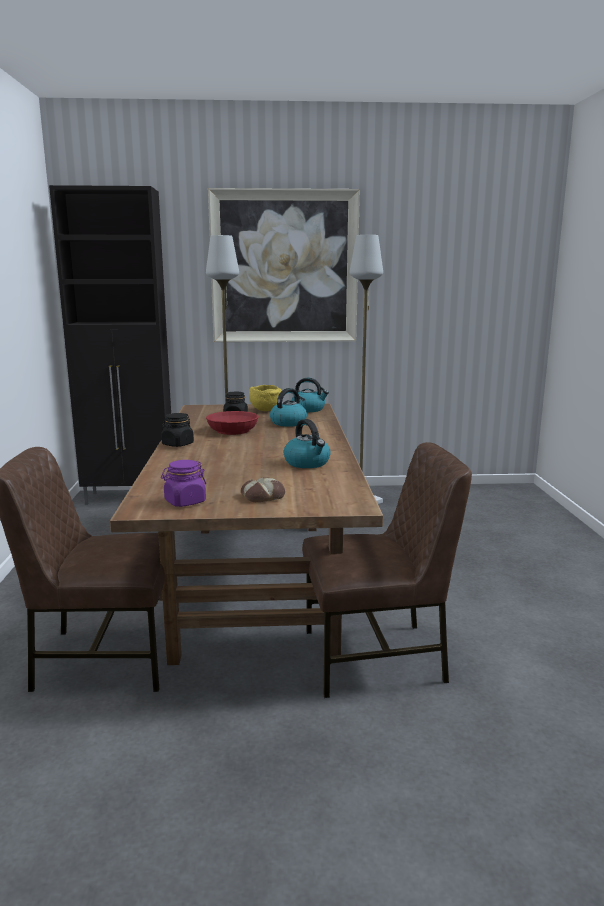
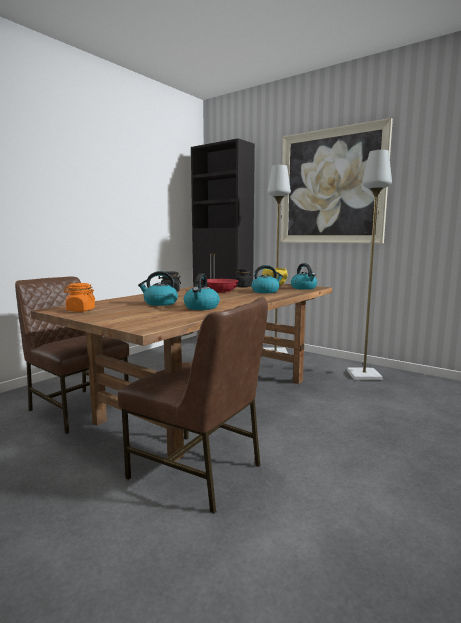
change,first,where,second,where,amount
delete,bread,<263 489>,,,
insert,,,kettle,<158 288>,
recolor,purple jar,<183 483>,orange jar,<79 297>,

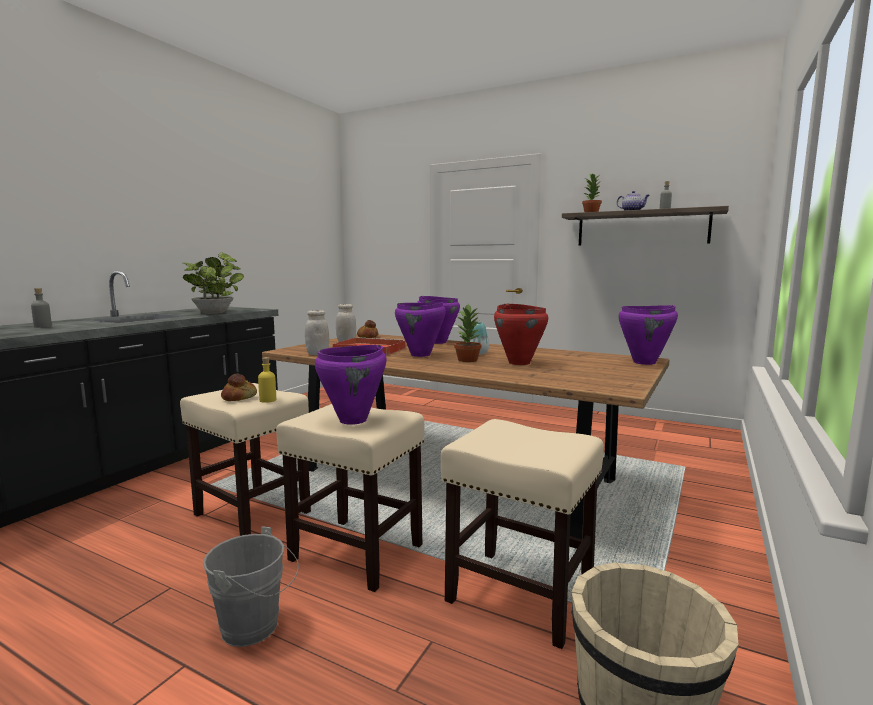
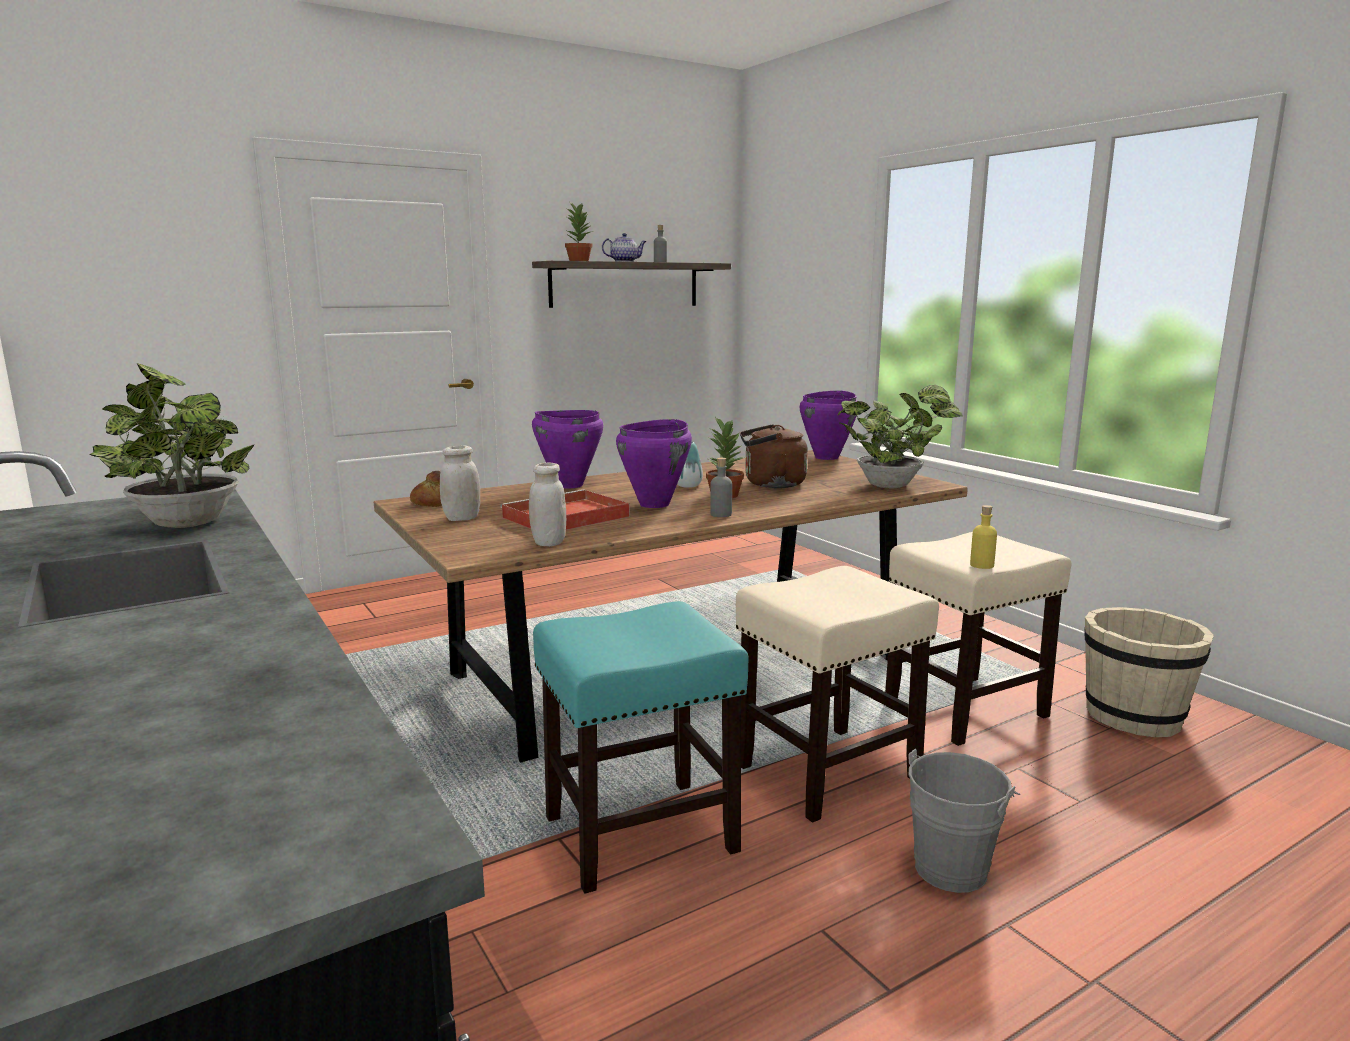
change,first,where,second,where,amount
delete,bread,<239 387>,,,
delete,purple cooking pot,<351 385>,,,
insert,,,potted plant,<900 437>,
move,grey bottle,<41 308>,,<721 487>,
move,yellow bottle,<267 380>,,<983 537>,
replace,red cooking pot,<521 334>,brown kettle,<774 456>,
recolor,beige stool,<245 459>,turquoise stool,<641 747>,

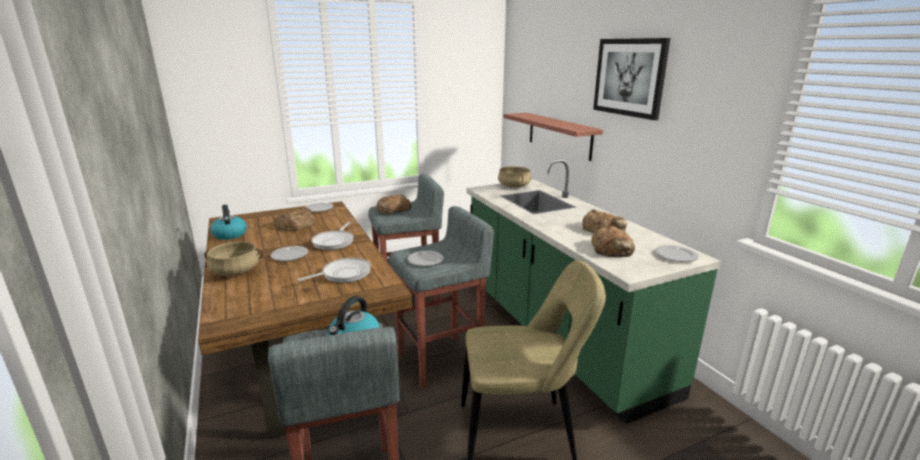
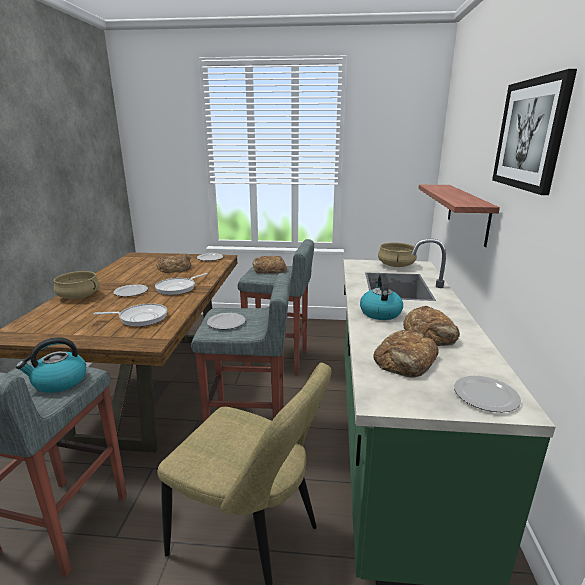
change,first,where,second,where,amount
move,kettle,<228 222>,,<381 297>,

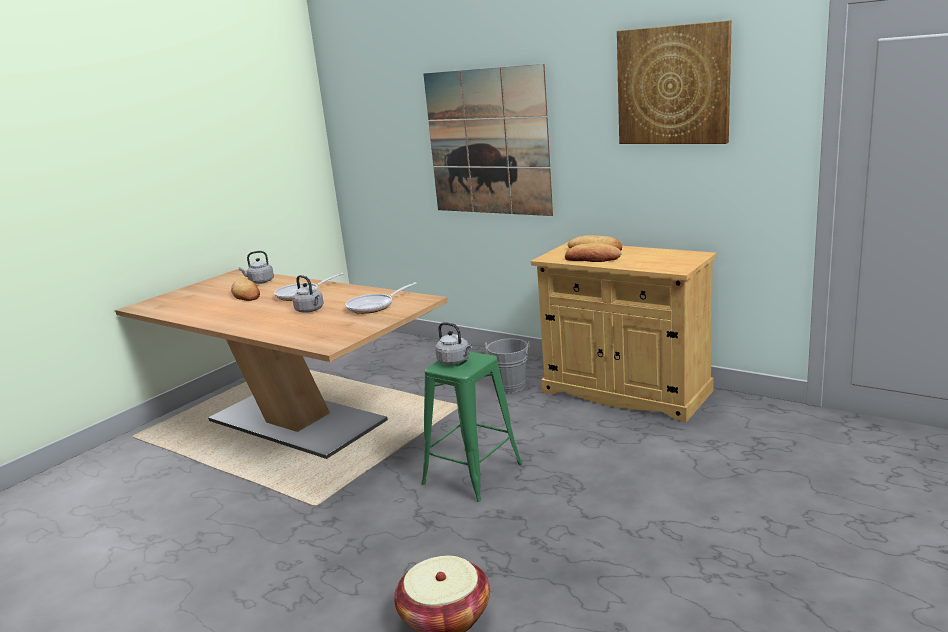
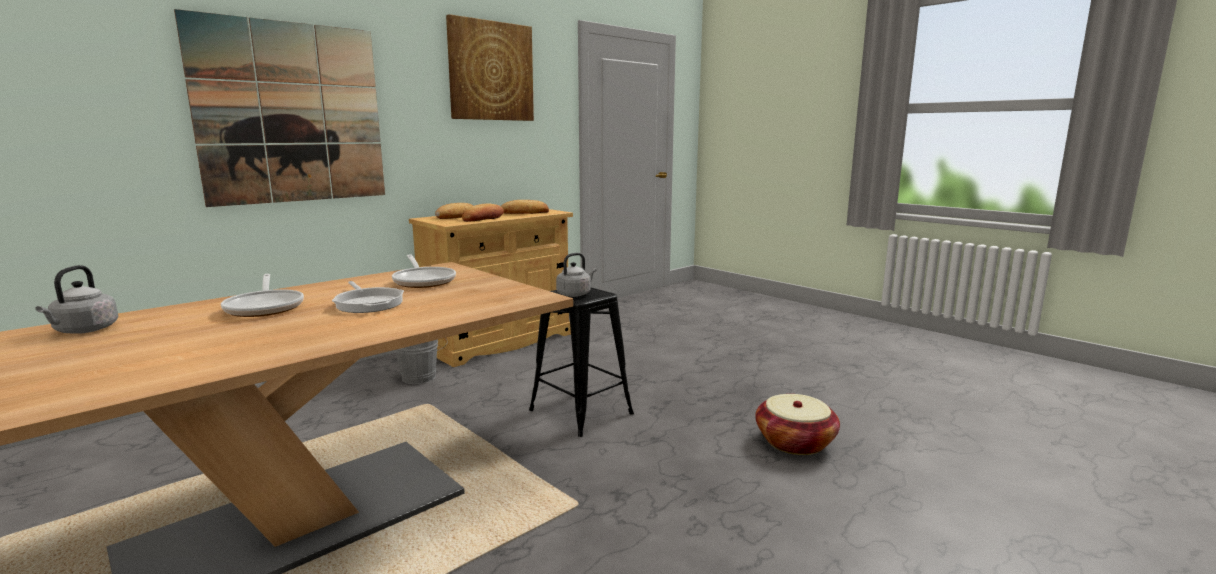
change,first,where,second,where,amount
move,bread,<245 289>,,<525 207>,
replace,grey kettle,<308 294>,frying pan,<368 297>,
recolor,green stool,<471 426>,black stool,<581 362>,

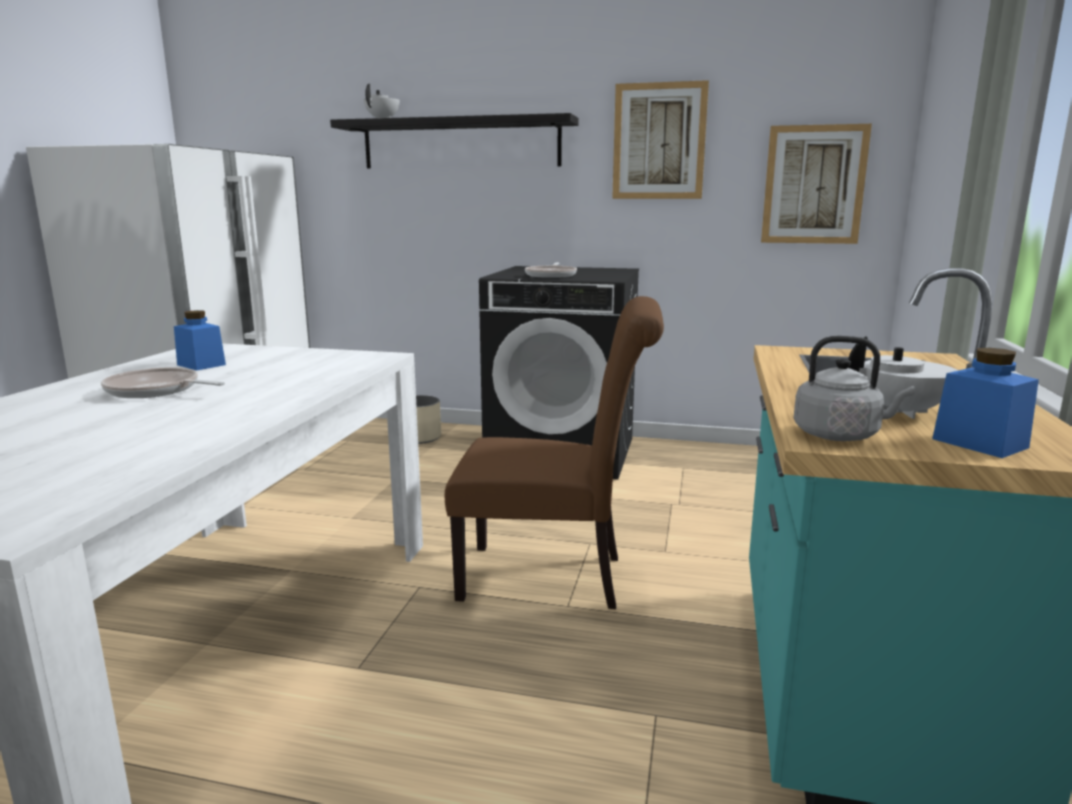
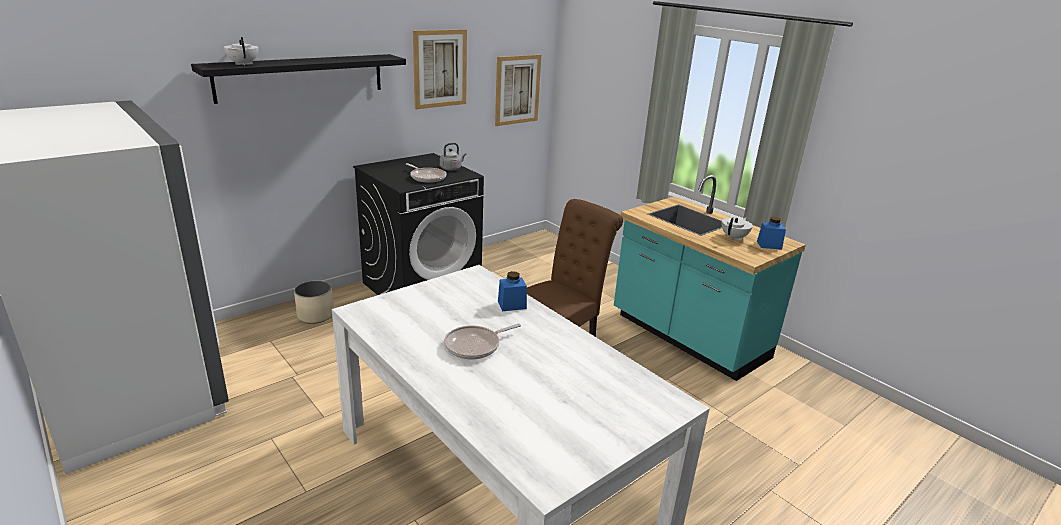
change,first,where,second,where,amount
move,blue jar,<200 340>,,<512 291>,
move,grey kettle,<854 388>,,<453 157>,

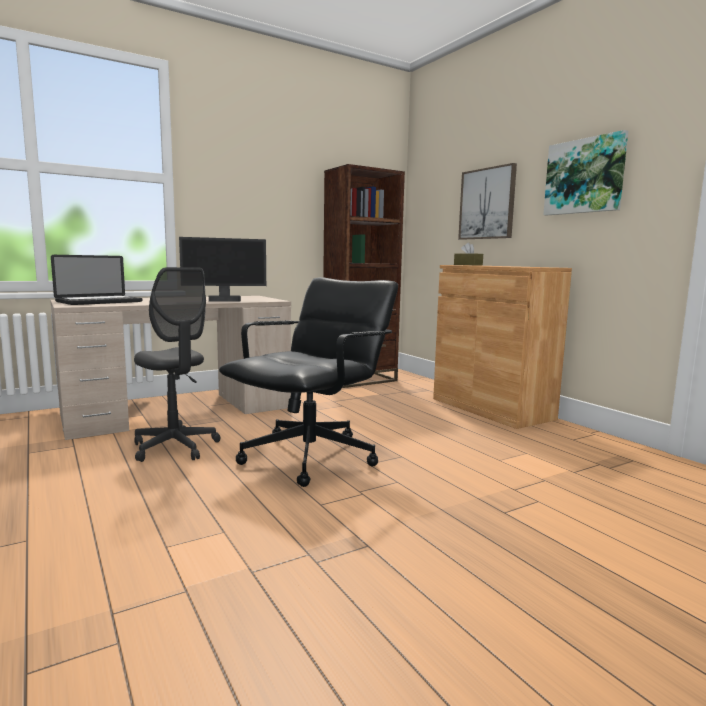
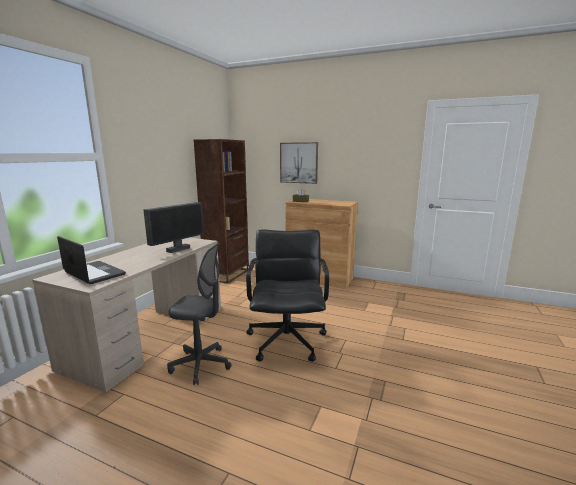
change,first,where,second,where,amount
delete,picture,<585 172>,,,
rotate,laptop,<96 280>,,<91 260>,60 degrees counterclockwise

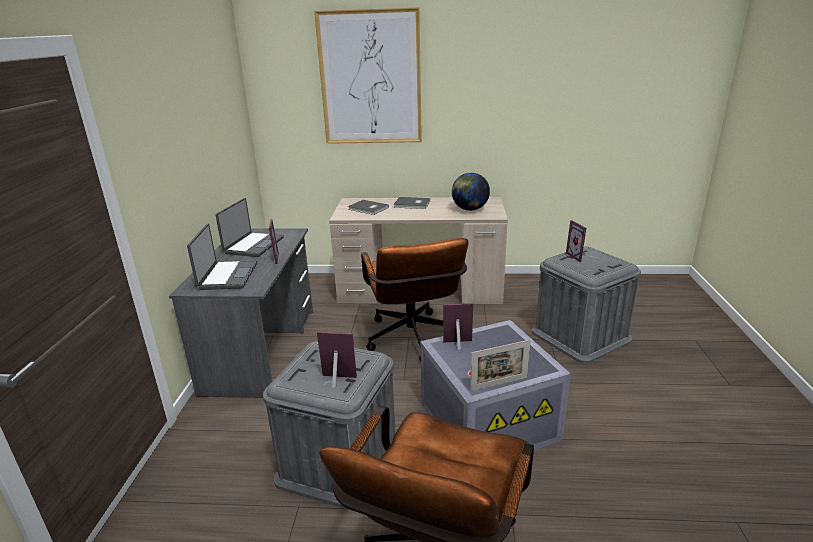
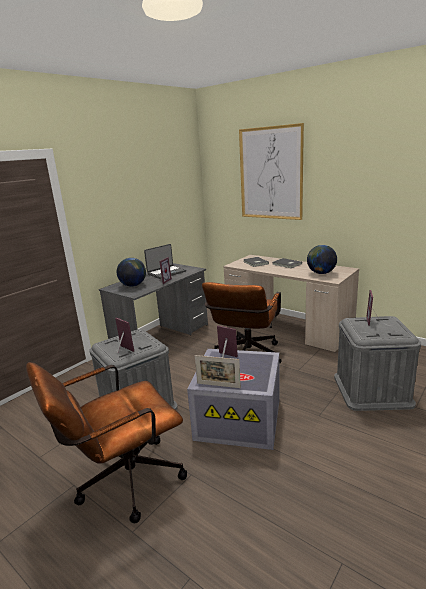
change,first,where,second,where,amount
replace,laptop,<222 257>,globe,<131 272>,

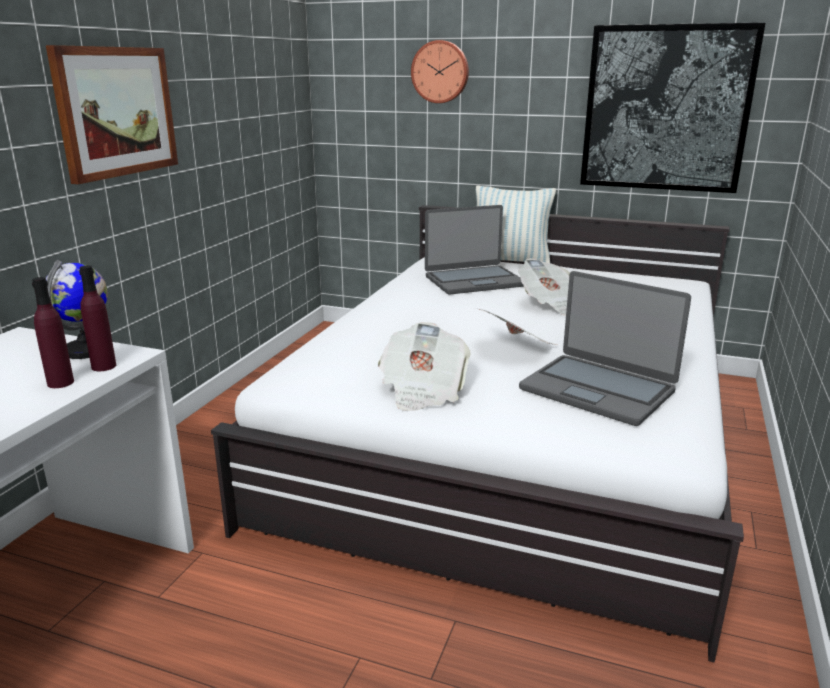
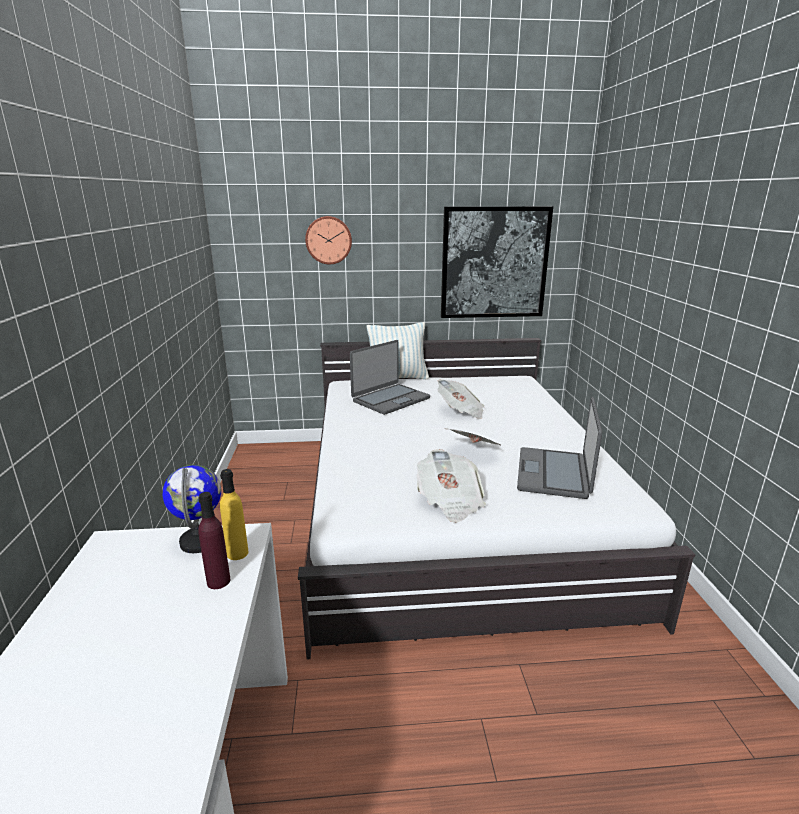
change,first,where,second,where,amount
delete,picture,<112 114>,,,
recolor,purple bottle,<97 318>,yellow bottle,<234 514>,
rotate,laptop,<605 348>,,<559 448>,90 degrees clockwise

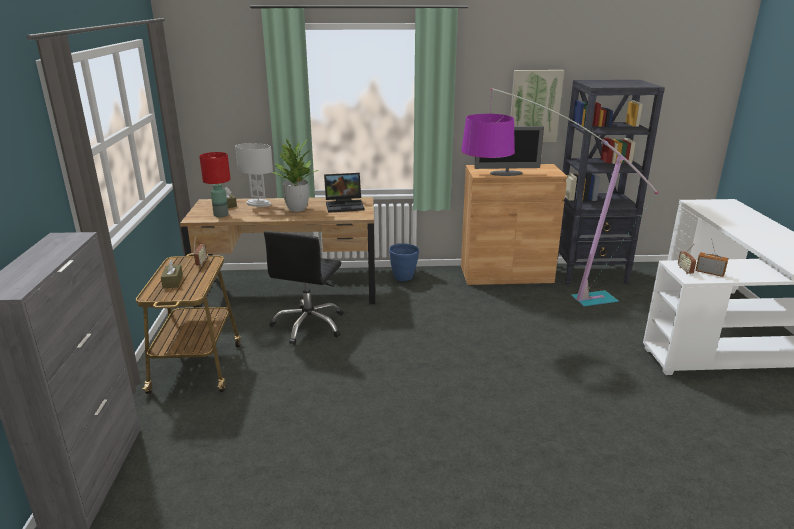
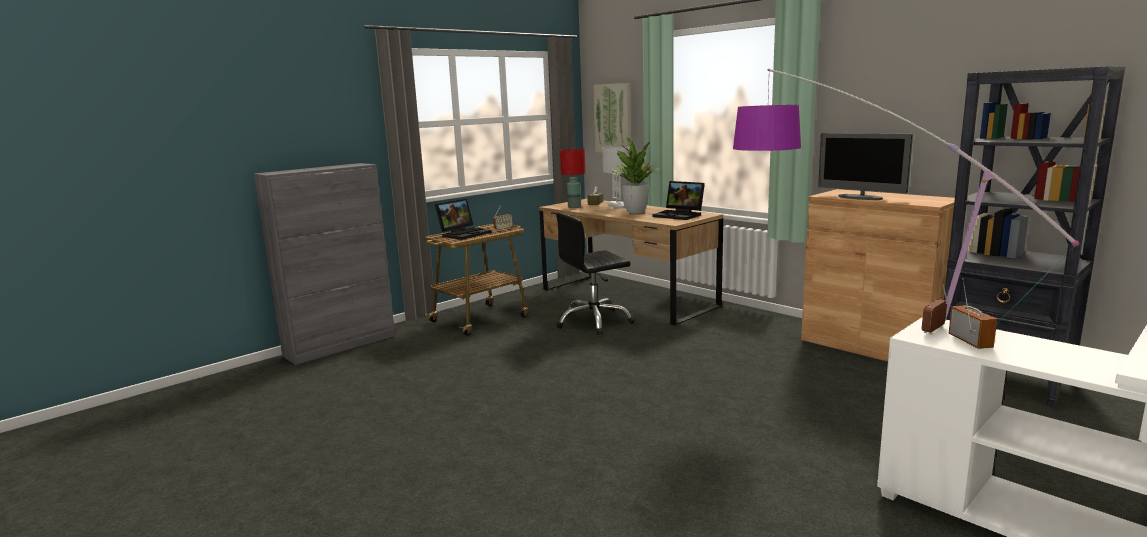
change,first,where,second,where,amount
delete,blue planter,<404 262>,,,
move,picture,<537 106>,,<612 118>,
replace,brown tissue box,<172 273>,laptop,<463 219>,

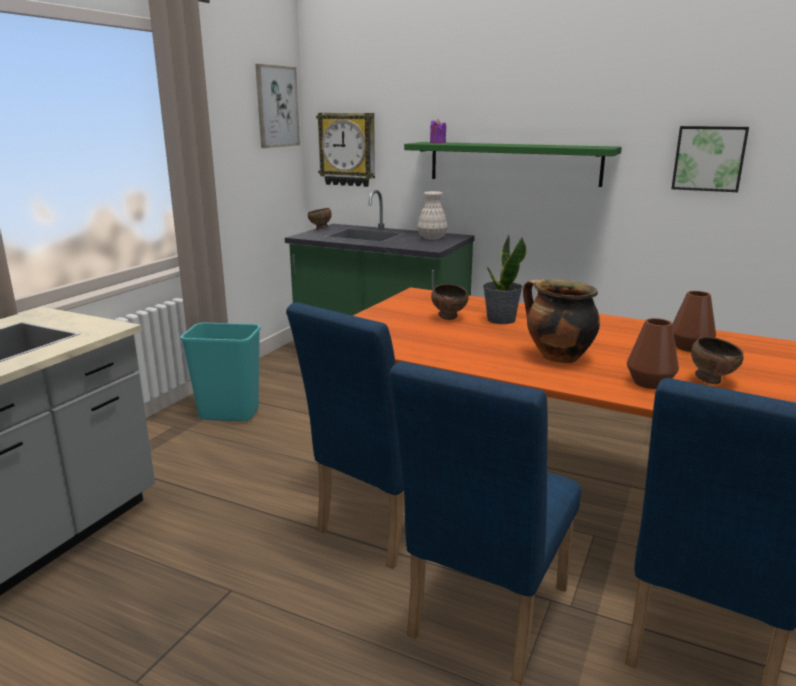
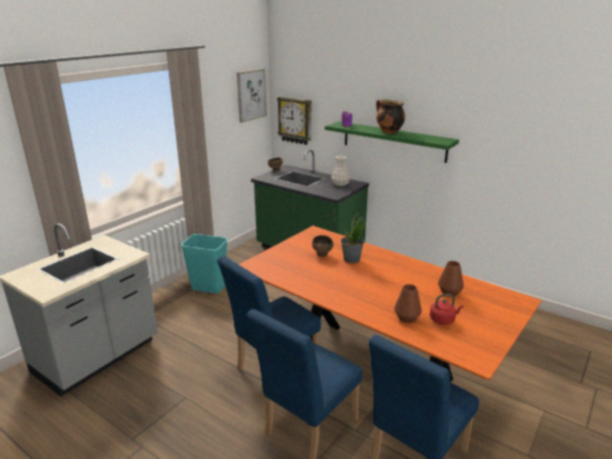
change,first,where,second,where,amount
delete,picture,<710 159>,,,
move,cooking pot,<561 321>,,<390 116>,
replace,brown bowl,<717 360>,red kettle,<447 309>,

